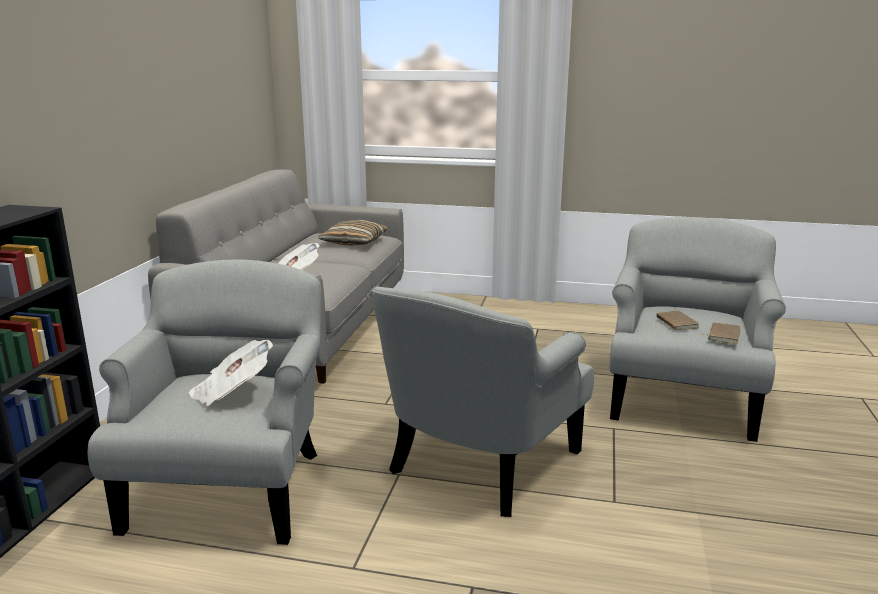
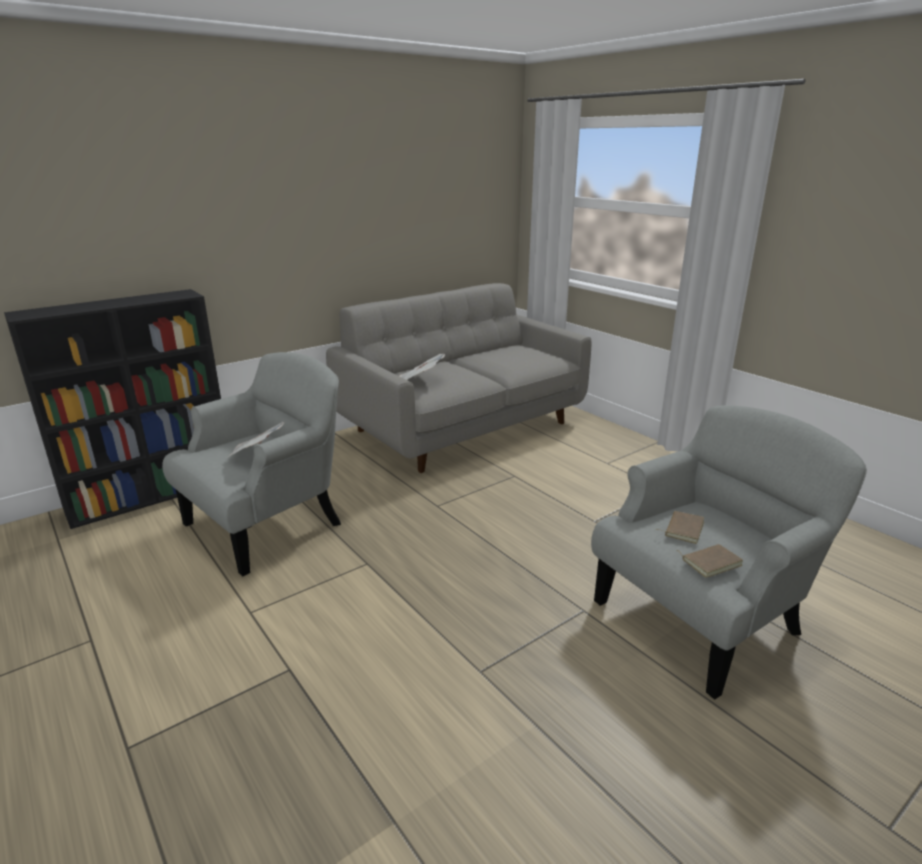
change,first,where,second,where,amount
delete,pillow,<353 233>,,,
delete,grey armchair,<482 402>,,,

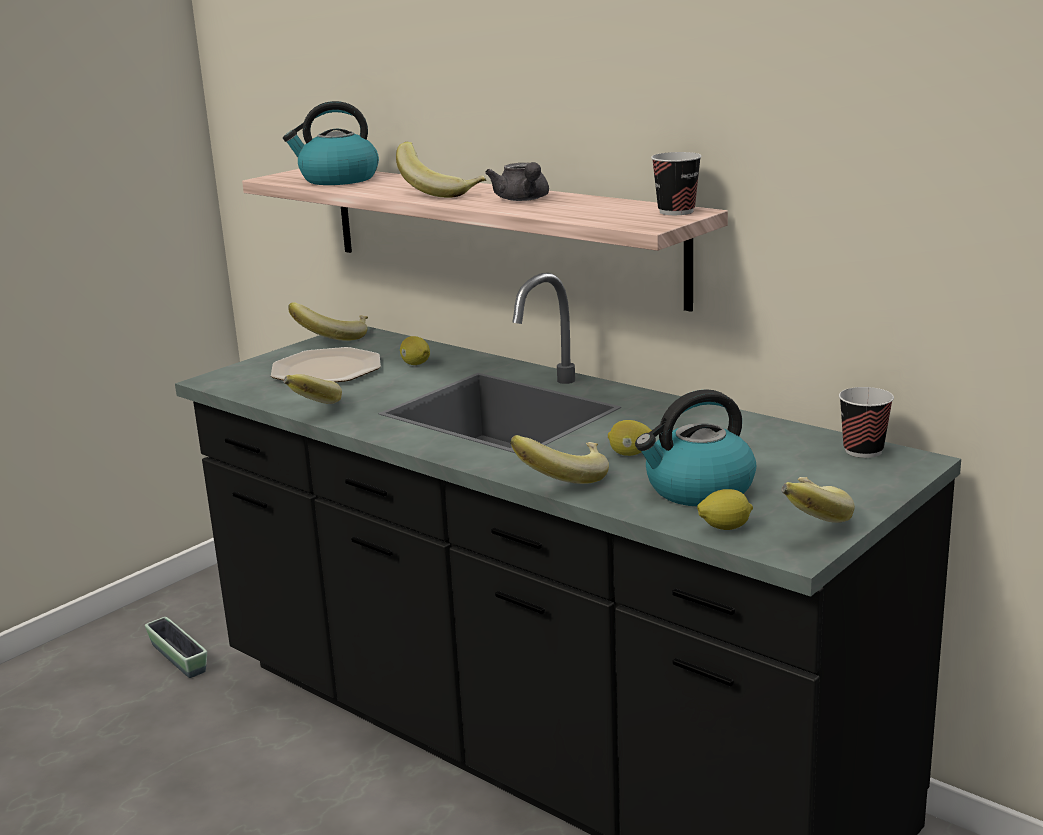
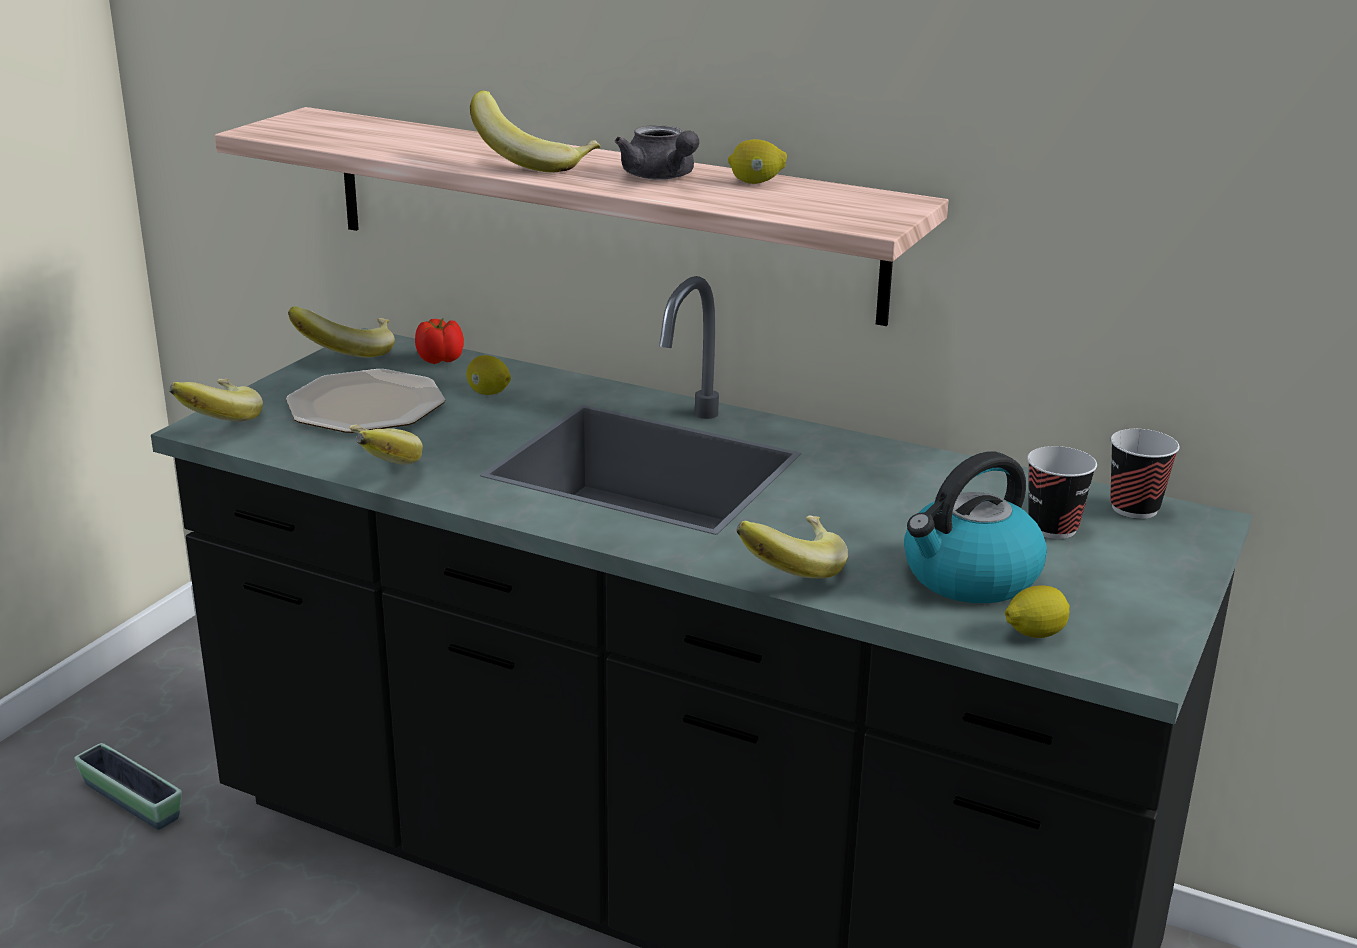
change,first,where,second,where,amount
delete,kettle,<331 143>,,,
insert,,,tomato,<439 341>,
move,lemon,<630 438>,,<757 161>,
move,cup,<676 183>,,<1062 492>,
move,banana,<818 500>,,<216 400>,

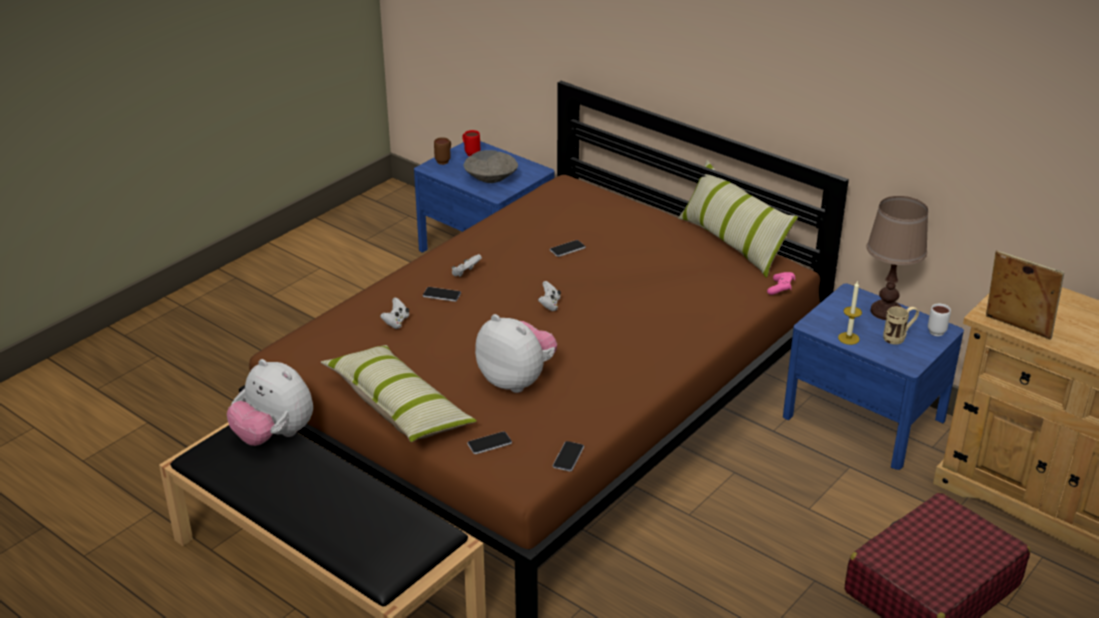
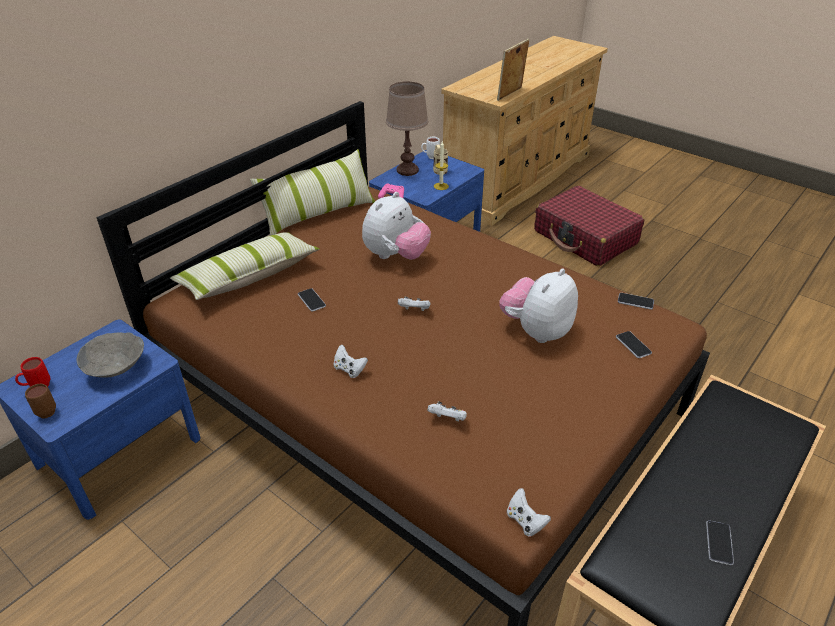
change,first,where,second,where,amount
insert,,,white game controller,<529 512>,
move,plush toy,<270 402>,,<396 226>,
move,pillow,<399 393>,,<245 266>,
move,phone,<442 294>,,<720 542>,

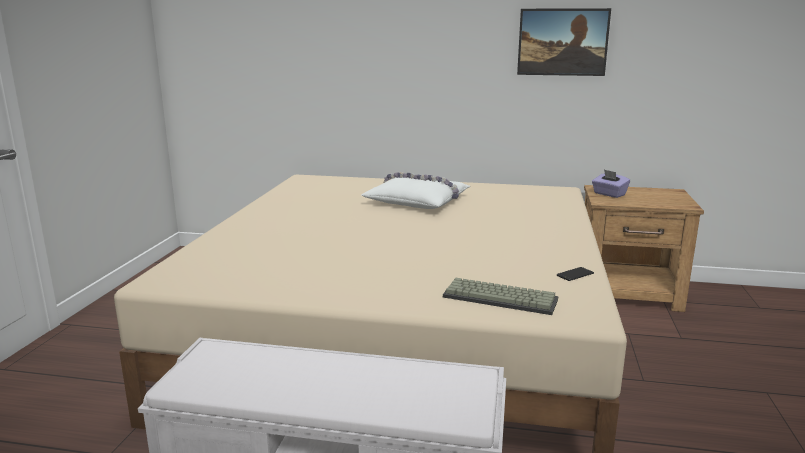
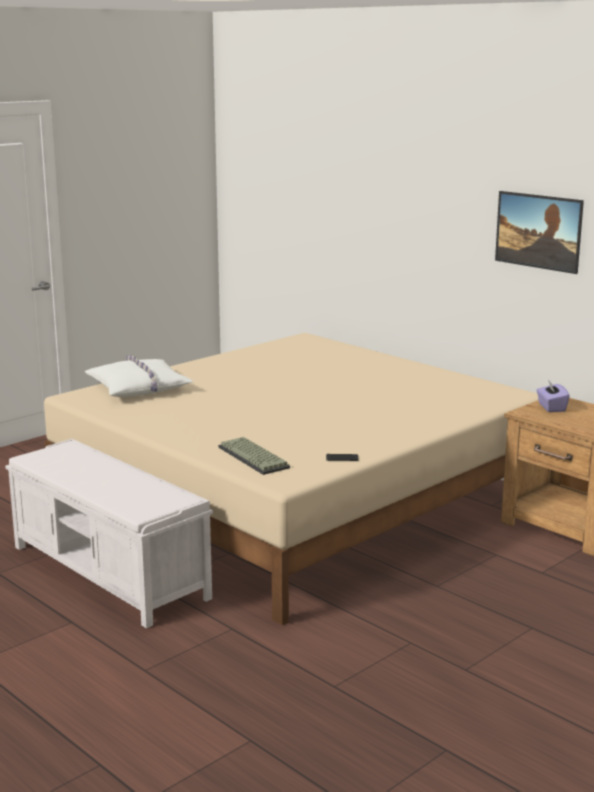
change,first,where,second,where,amount
move,white pillow,<415 190>,,<139 376>,

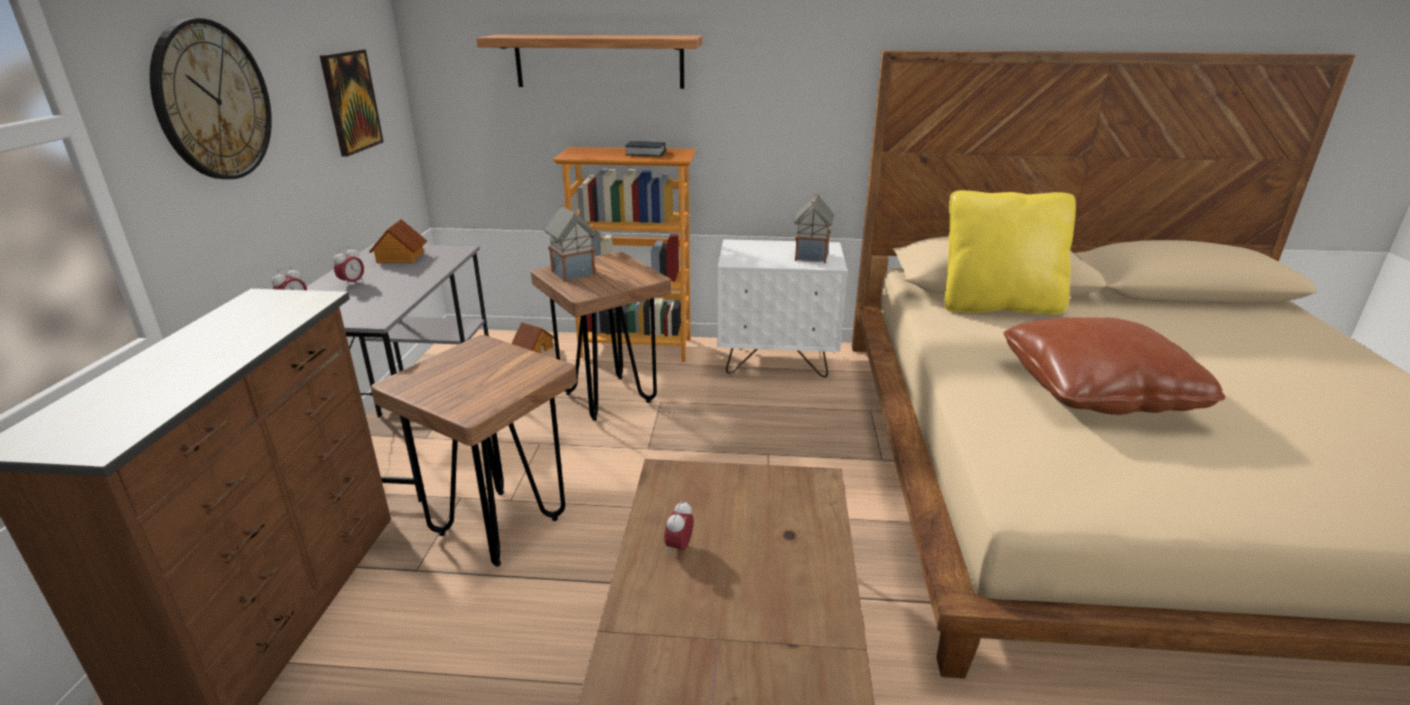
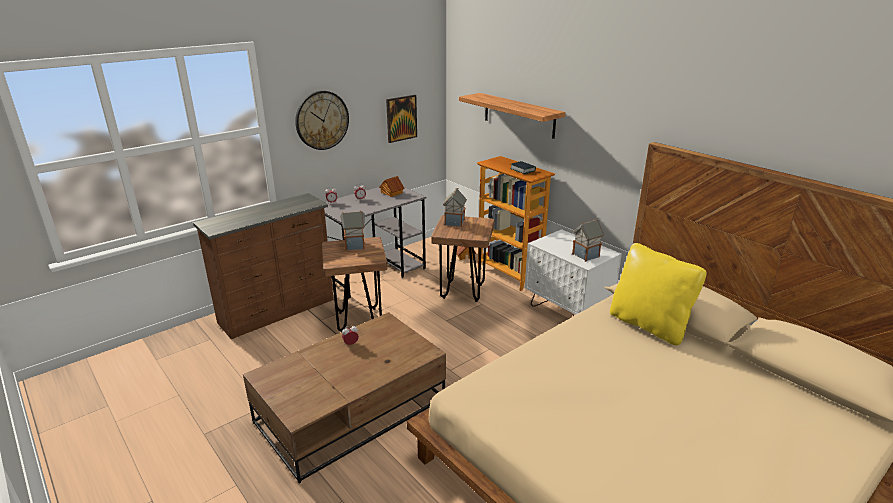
change,first,where,second,where,amount
delete,brown pillow,<1114 366>,,,
insert,,,toy house,<352 230>,

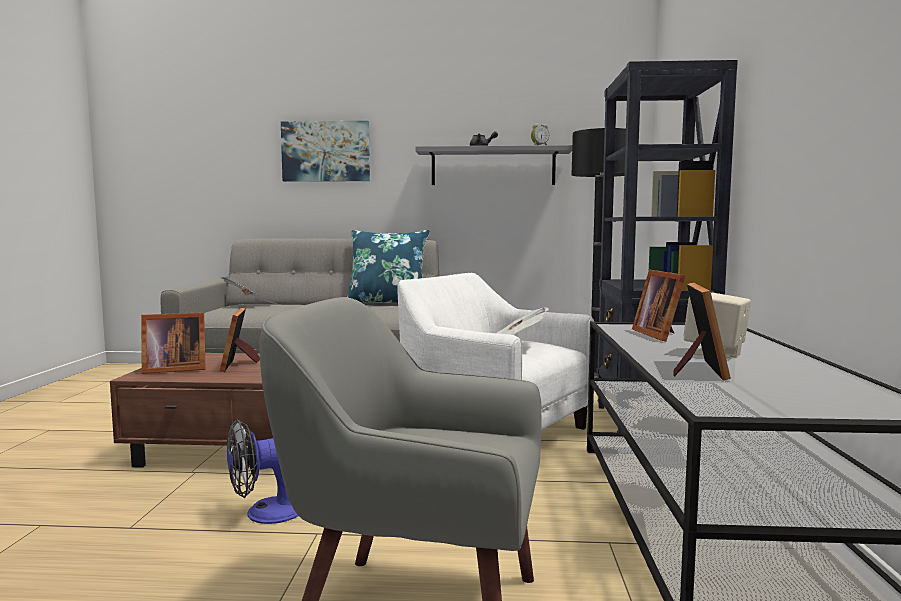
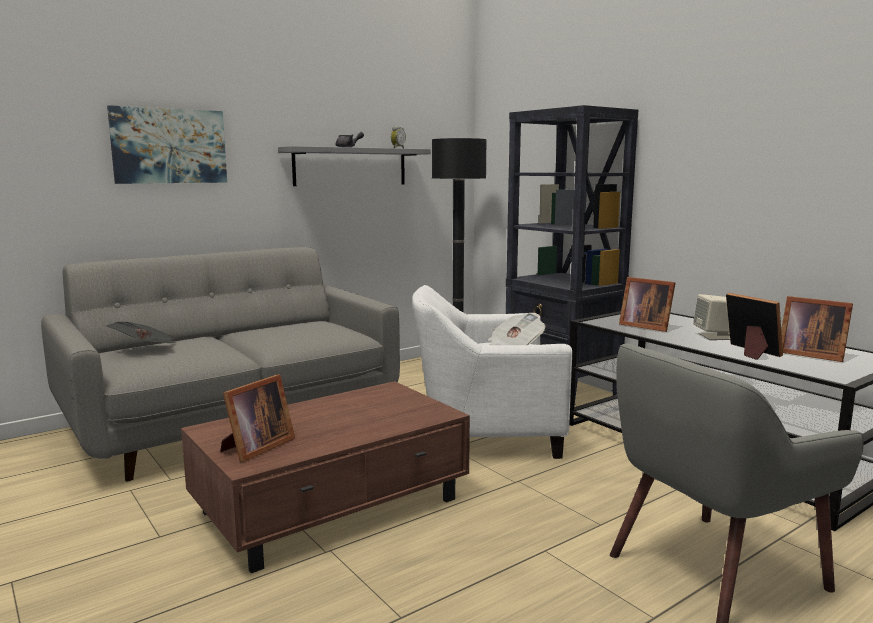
change,first,where,second,where,amount
delete,fan,<262 472>,,,
delete,blue pillow,<388 266>,,,
move,picture frame,<240 340>,,<817 329>,

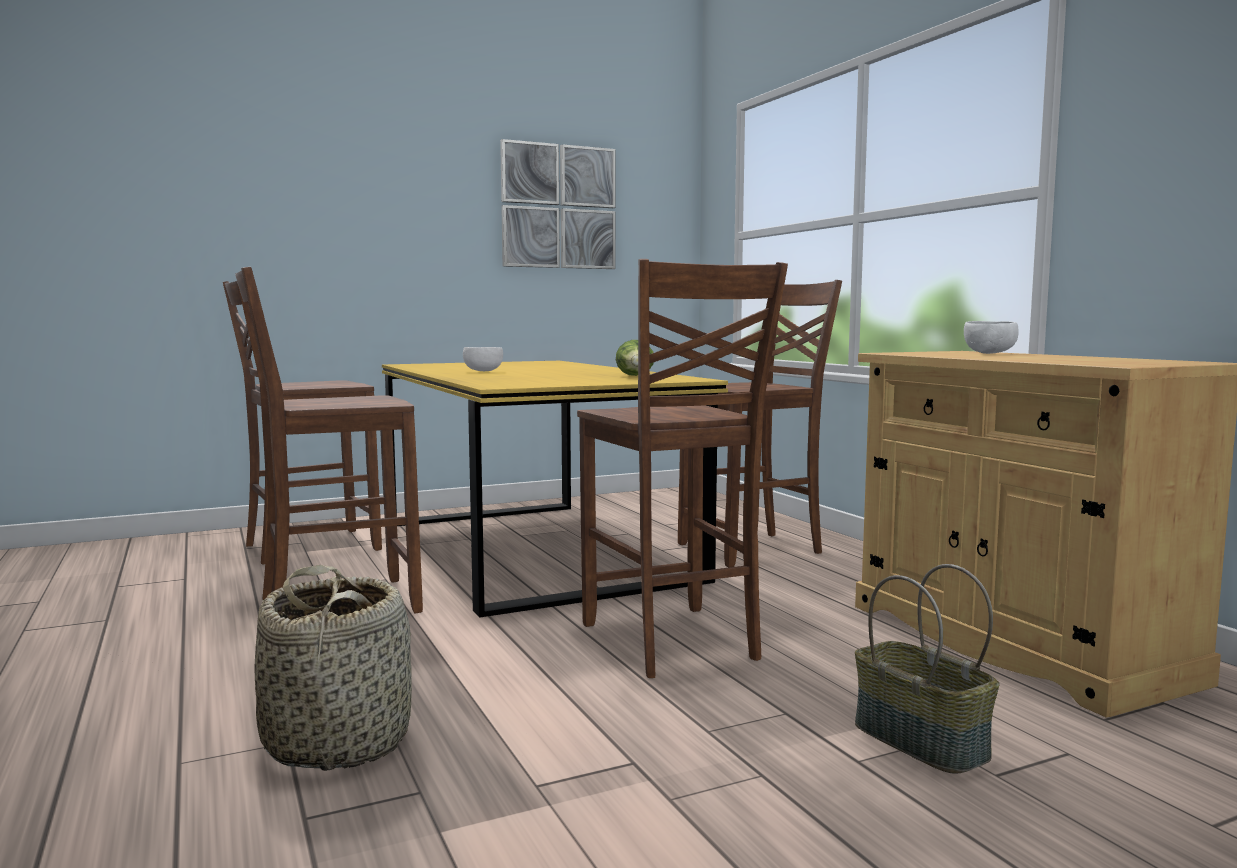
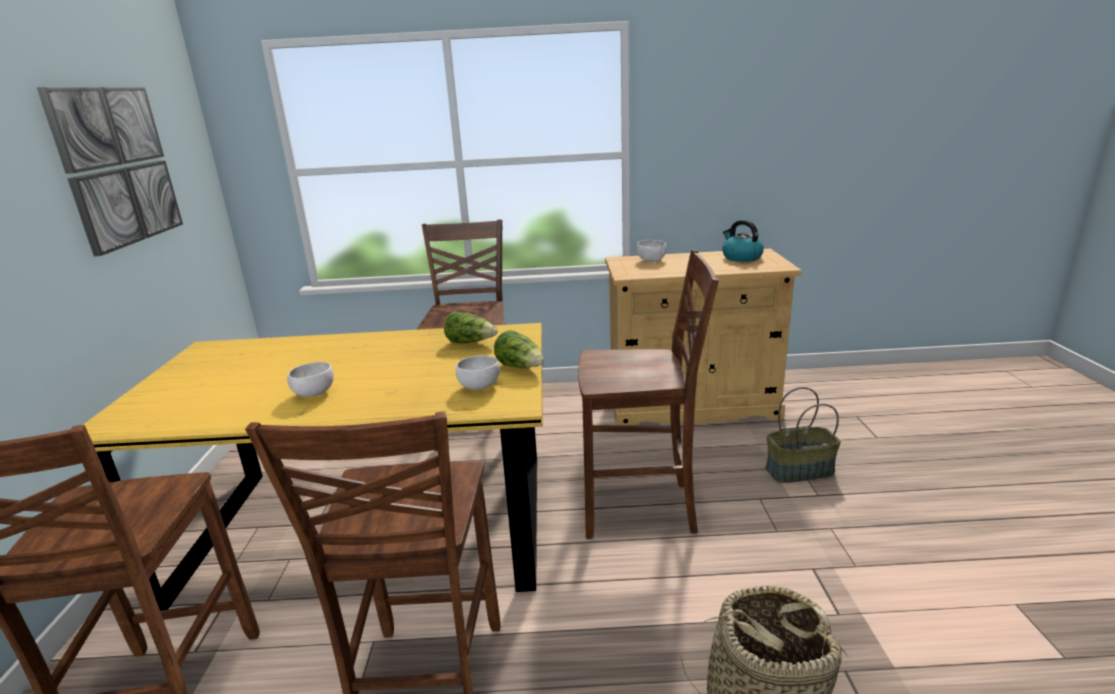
change,first,where,second,where,amount
insert,,,white bowl,<478 372>,
insert,,,lettuce,<519 349>,
insert,,,kettle,<743 241>,

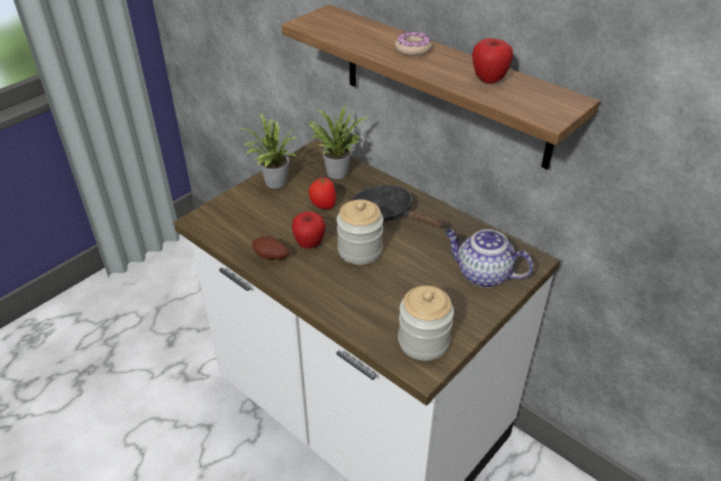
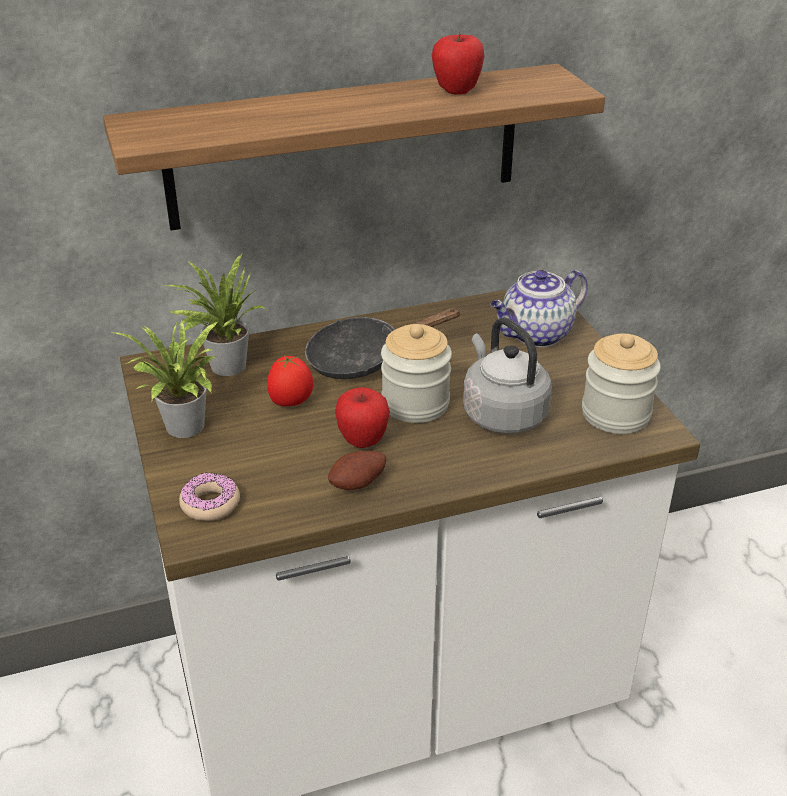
change,first,where,second,where,amount
insert,,,grey kettle,<507 375>,
move,donut,<413 43>,,<209 496>,

